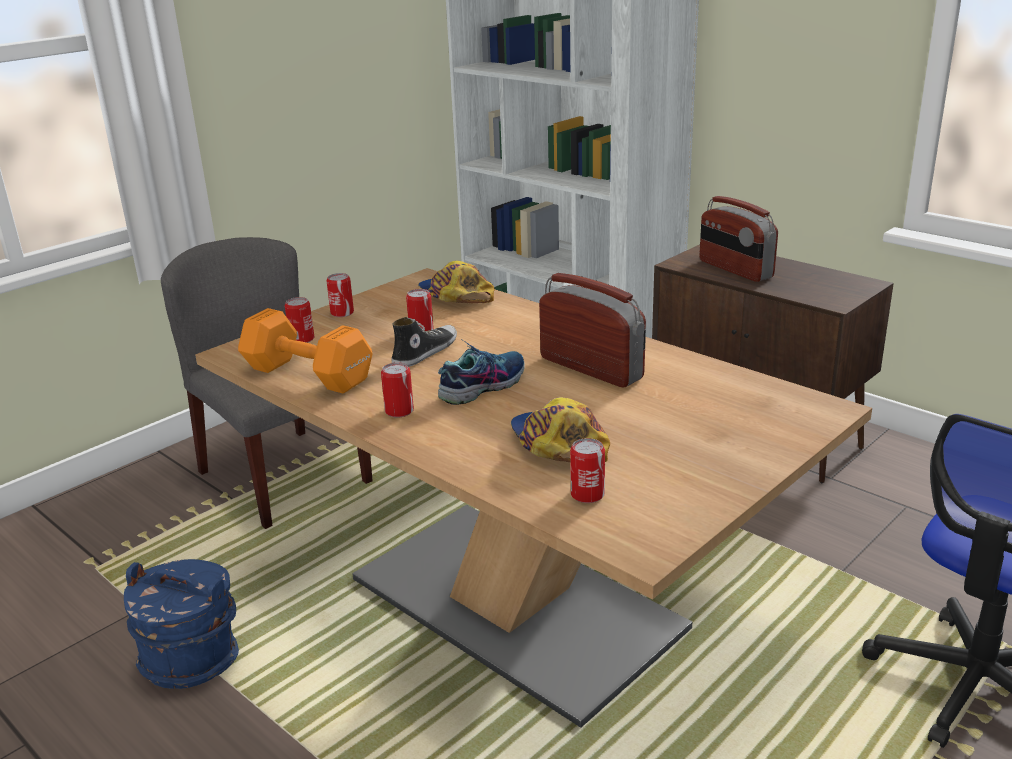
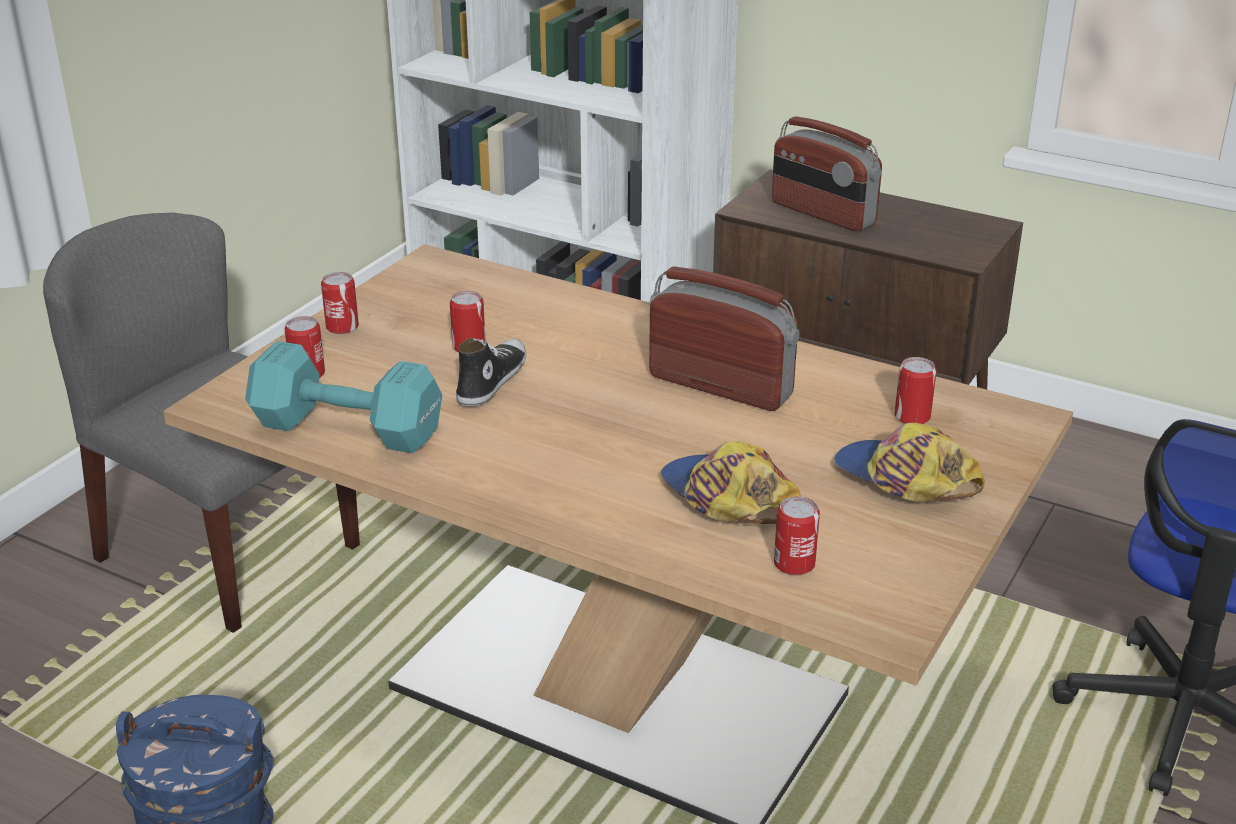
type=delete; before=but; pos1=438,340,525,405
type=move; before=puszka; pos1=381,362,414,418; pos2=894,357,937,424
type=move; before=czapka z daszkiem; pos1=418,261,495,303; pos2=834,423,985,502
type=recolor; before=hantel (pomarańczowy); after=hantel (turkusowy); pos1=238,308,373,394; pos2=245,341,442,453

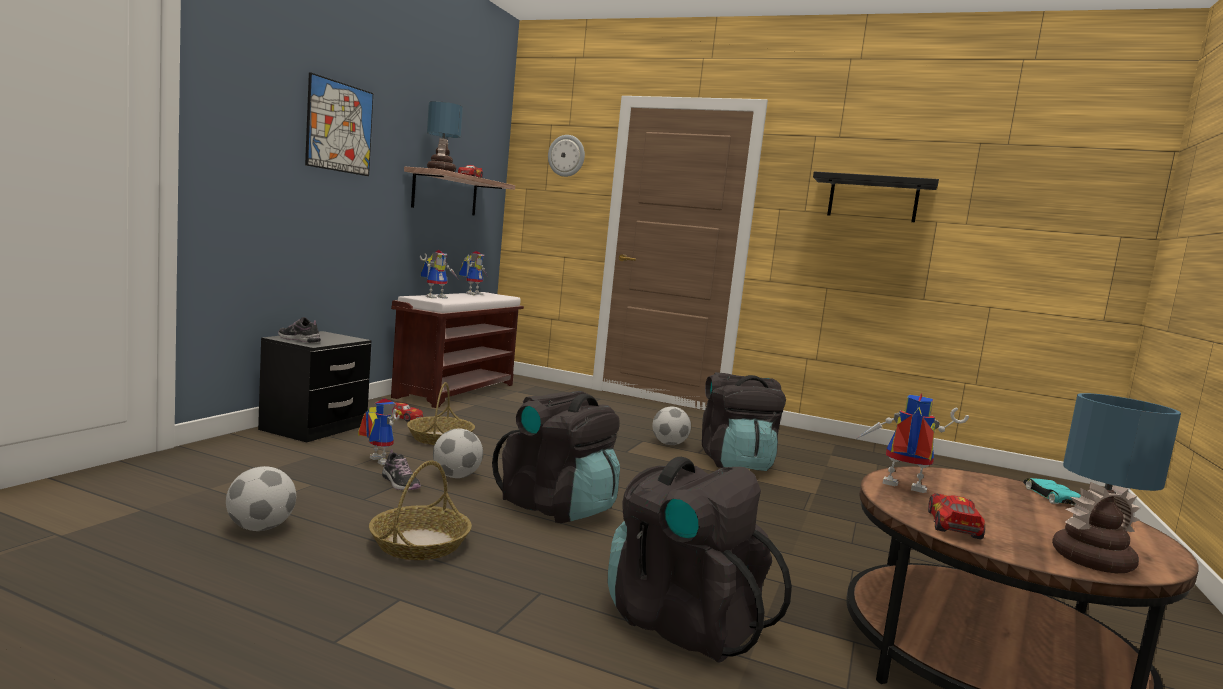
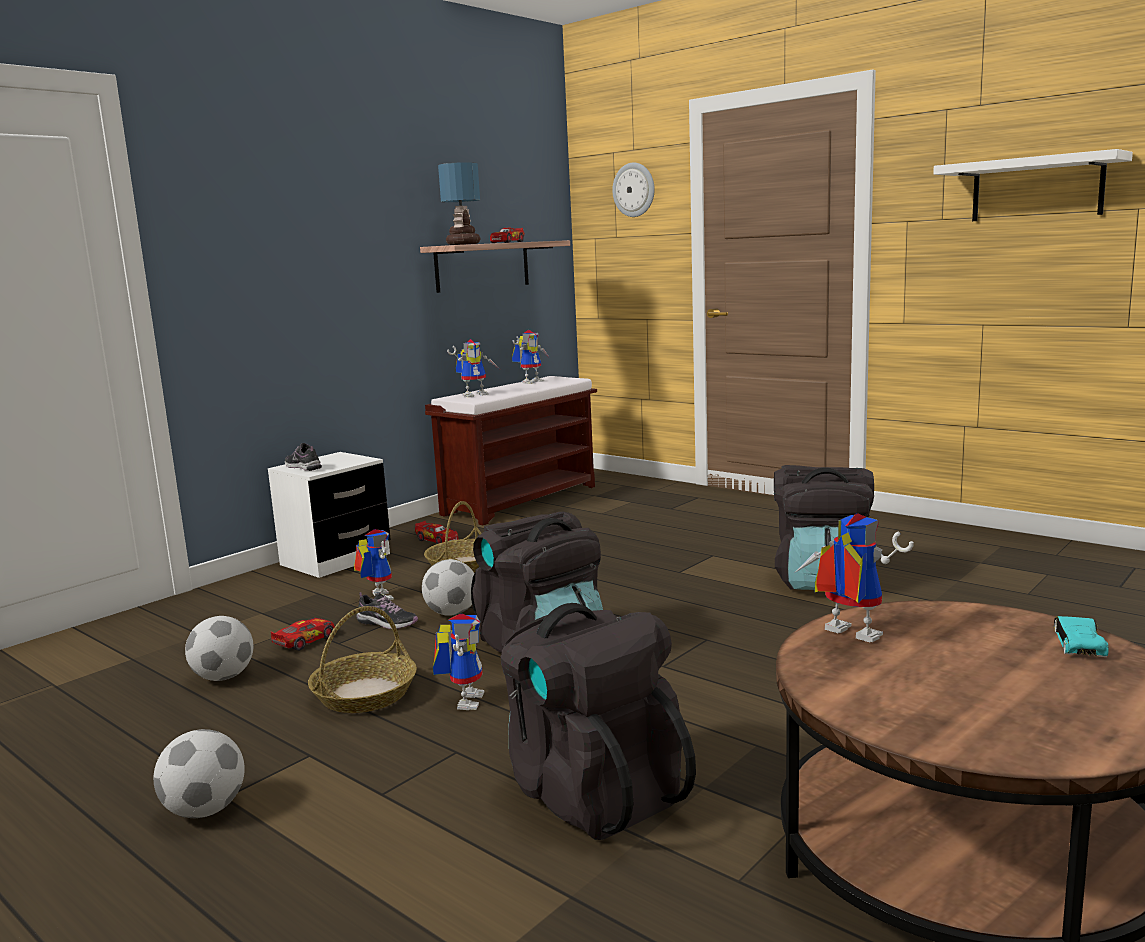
type=delete; before=obraz; pos1=305,72,373,176
type=delete; before=lampa stołowa; pos1=1052,393,1181,573
type=insert; after=robot zabawkowy; pos2=433,614,484,710
type=move; before=piłka futbolowa; pos1=652,406,691,445; pos2=153,729,245,818
type=move; before=samochodzik; pos1=928,493,985,539; pos2=271,618,335,651
type=recolor; before=szafka nocna (czarny); after=szafka nocna (biały); pos1=258,331,372,442; pos2=268,452,391,578
type=recolor; before=półka (czarny); after=półka (biały); pos1=813,171,939,222; pos2=933,149,1133,221
type=rotate; before=but; pos1=382,449,421,490; pos2=356,592,418,629; turn=-45

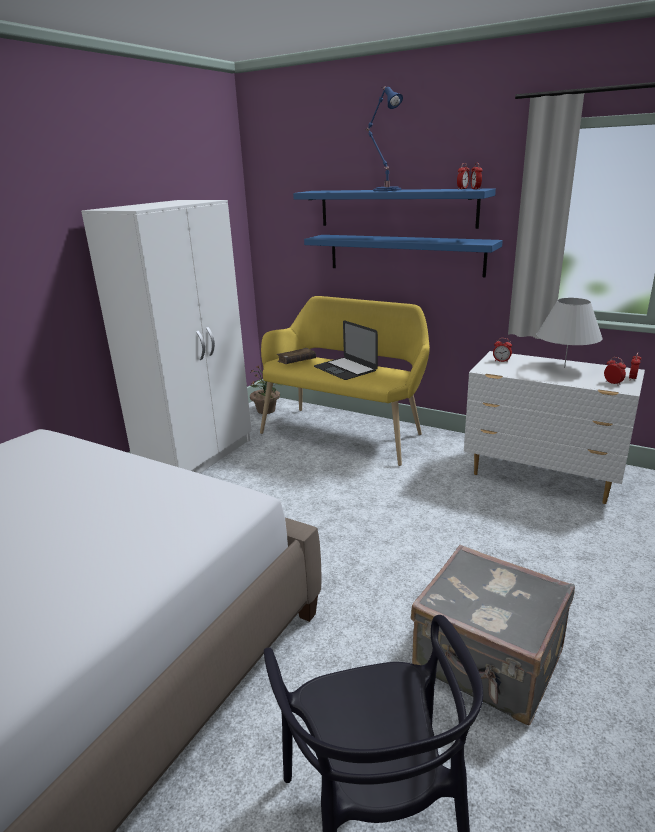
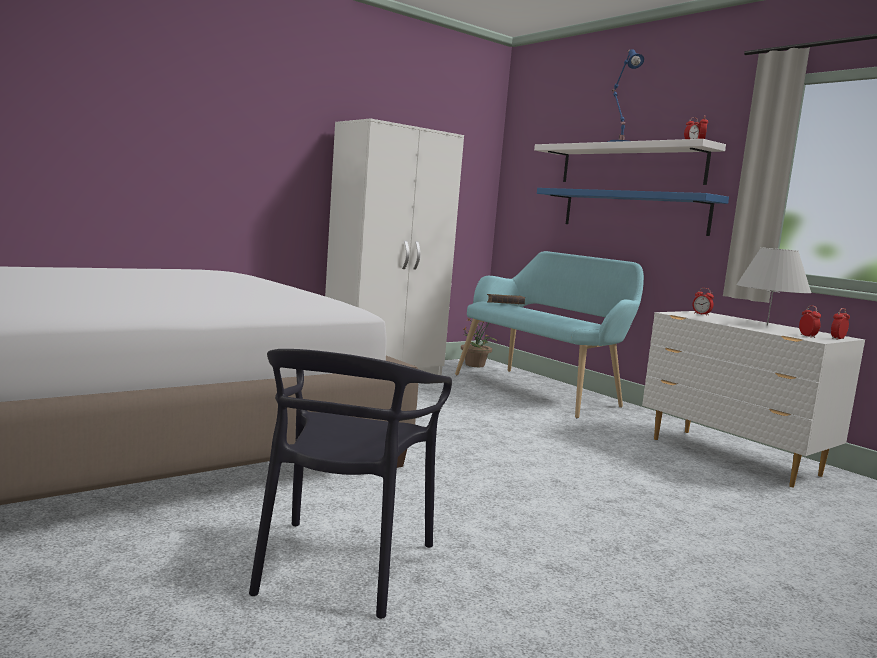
type=delete; before=laptop; pos1=314,320,378,380
type=delete; before=walizka (szary); pos1=411,545,575,726
type=recolor; before=ławka (żółty); after=ławka (turkusowy); pos1=260,296,430,466; pos2=455,251,644,418
type=recolor; before=półka (niebieski); after=półka (biały); pos1=293,188,496,229; pos2=534,139,726,185

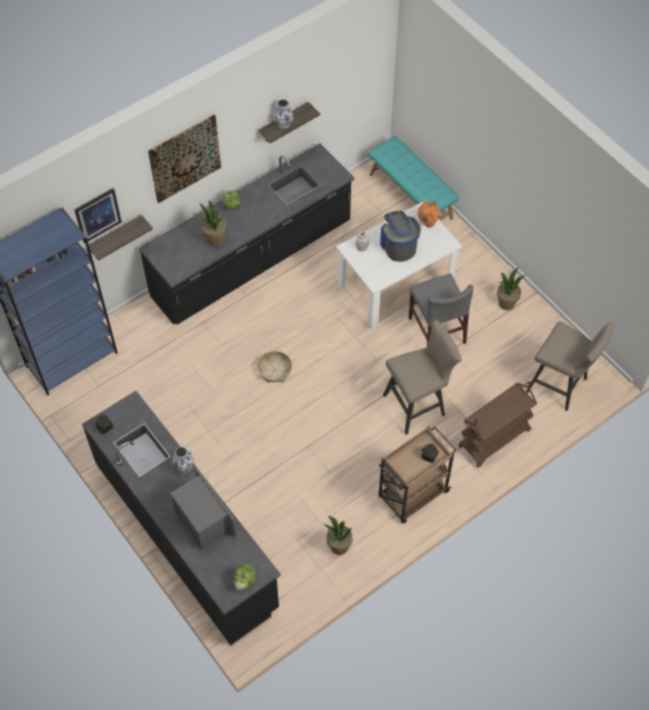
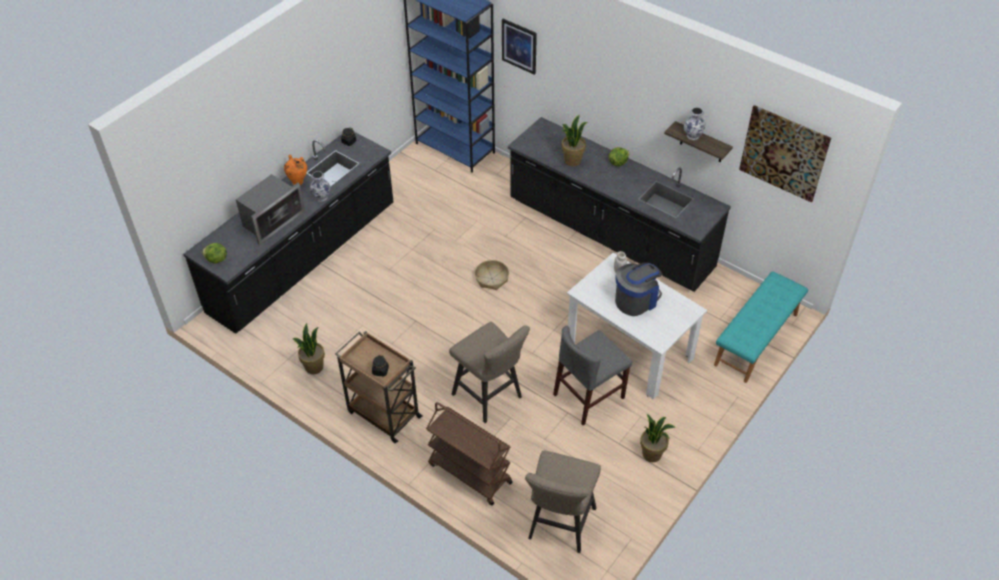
type=delete; before=półka; pos1=89,215,153,261
type=move; before=obraz; pos1=148,115,221,203; pos2=739,105,831,203
type=move; before=wazon (pomarańczowy); pos1=417,201,440,228; pos2=284,155,307,185

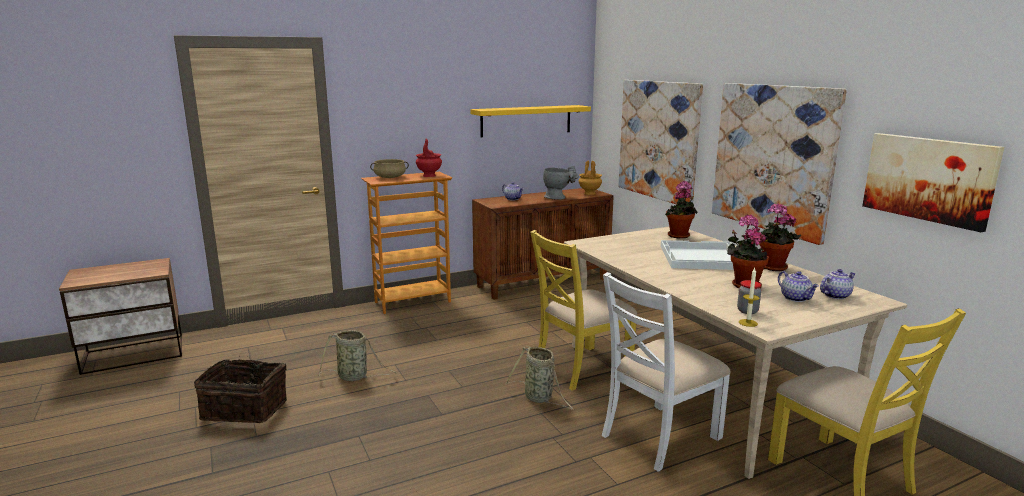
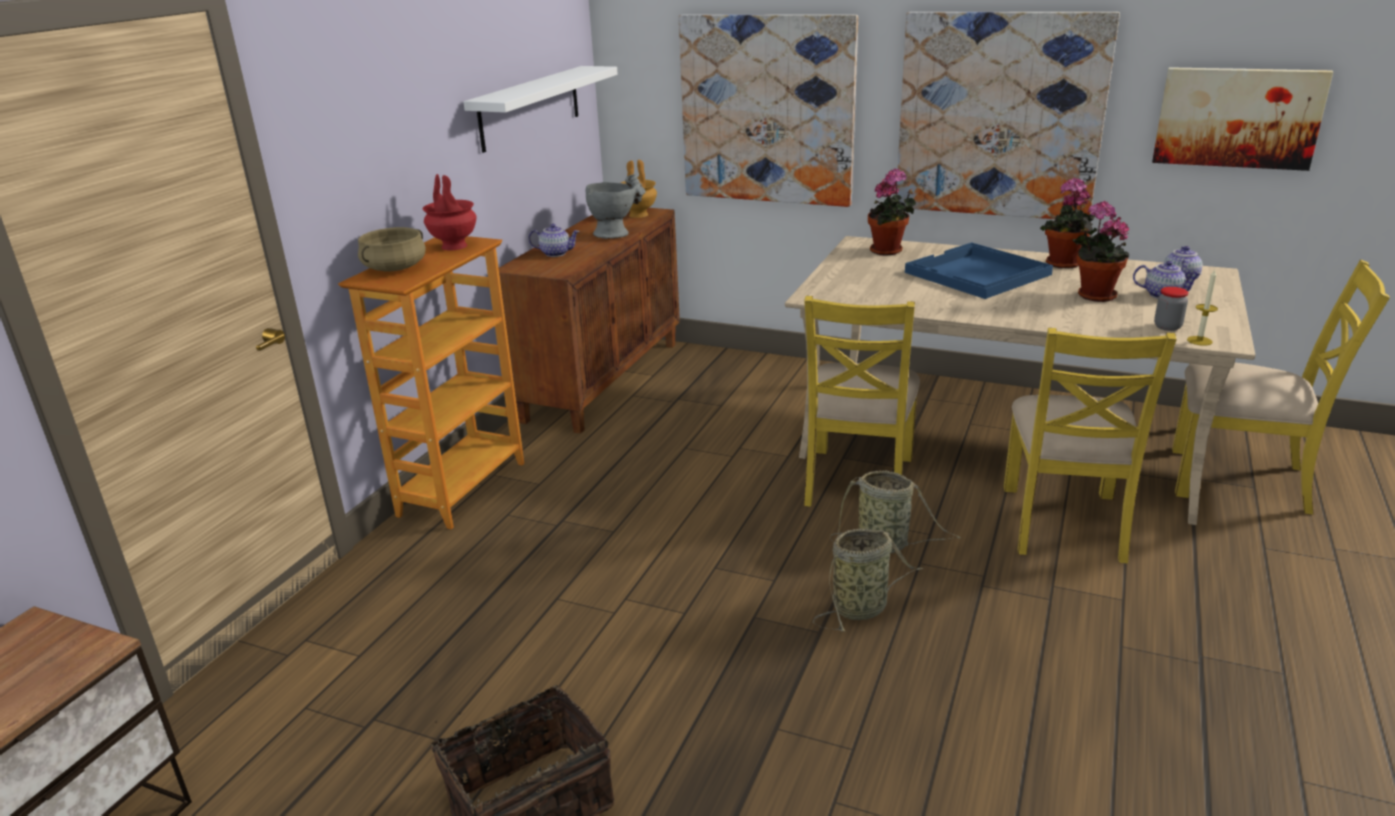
type=move; before=koszyk; pos1=319,330,396,381; pos2=813,529,923,632
type=recolor; before=półka (żółty); after=półka (biały); pos1=471,105,591,137; pos2=463,66,618,153
type=recolor; before=krzesło (biały); after=krzesło (żółty); pos1=601,272,731,472; pos2=1004,328,1177,563
type=recolor; before=taca (biały); after=taca (niebieski); pos1=661,240,734,270; pos2=905,242,1053,299

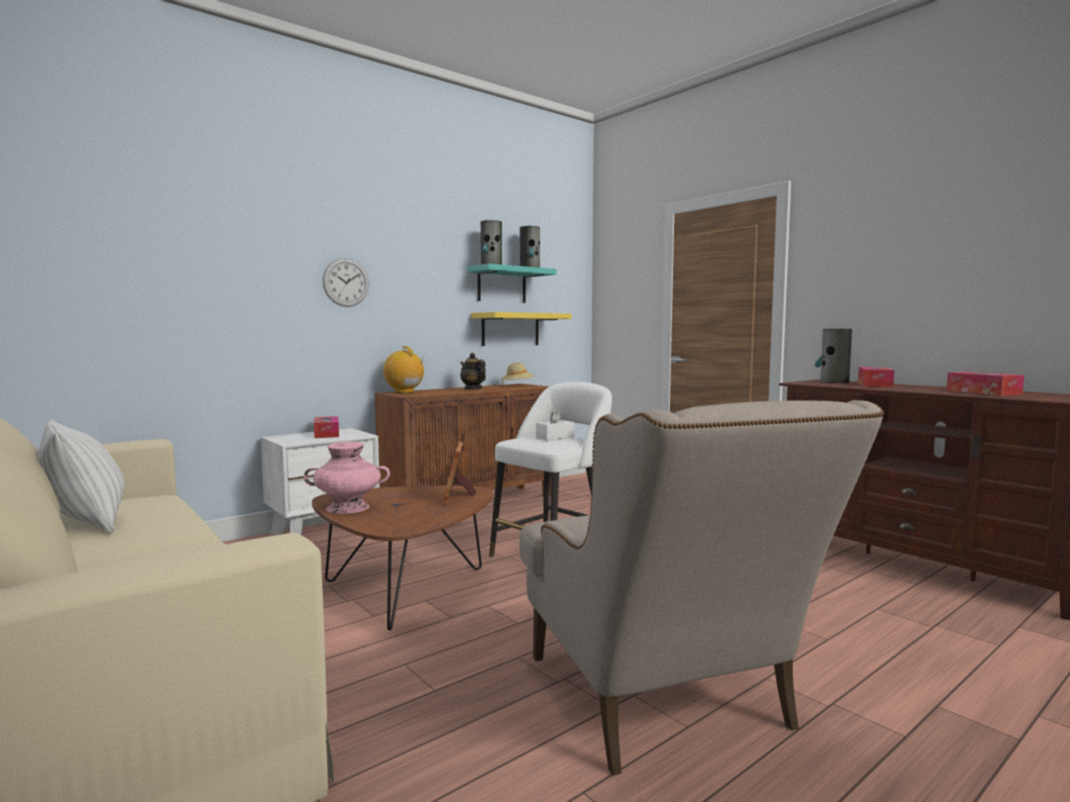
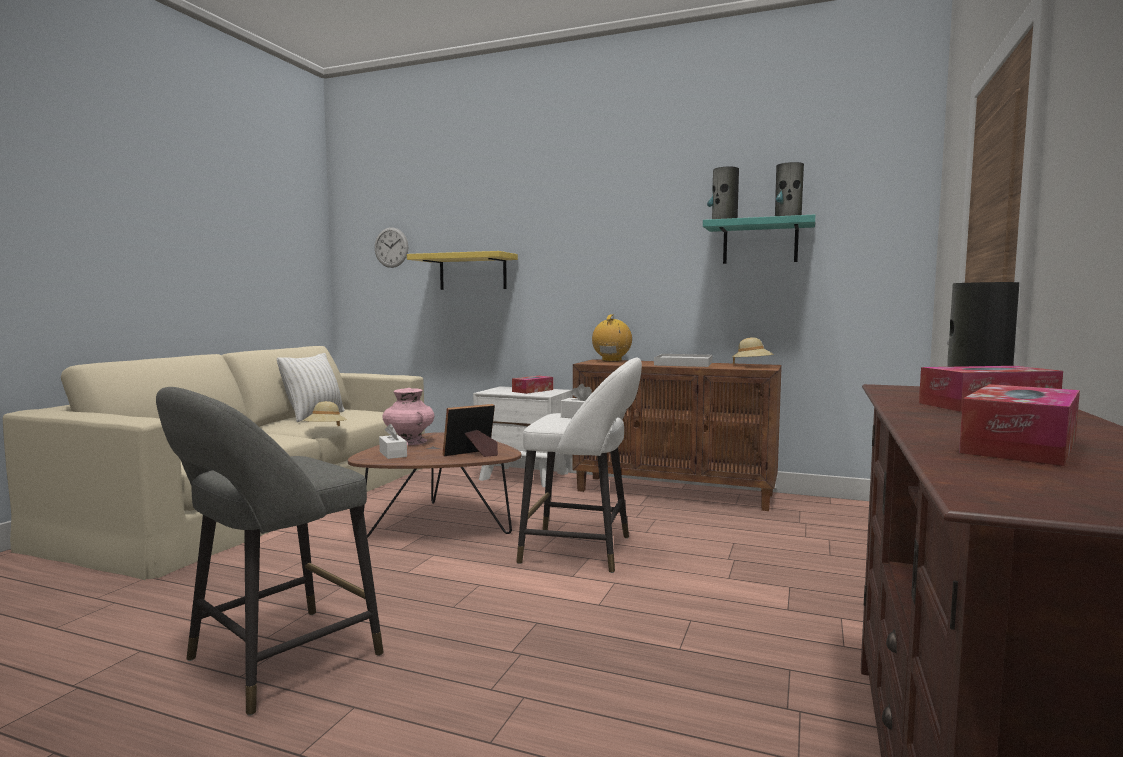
type=insert; after=kapelusz (beżowy); pos2=303,401,347,426
type=insert; after=pudełko chusteczek (biały); pos2=379,424,407,459
type=move; before=zegar ścienny; pos1=322,258,369,307; pos2=375,227,408,268
type=move; before=półka (żółty); pos1=471,312,572,346; pos2=407,251,518,290
type=replace; before=imbryk; after=taca (biały); pos1=460,353,486,390; pos2=654,354,712,367
type=replace; before=fotel (beżowy); after=stołek (szary); pos1=520,400,884,776; pos2=156,387,384,716

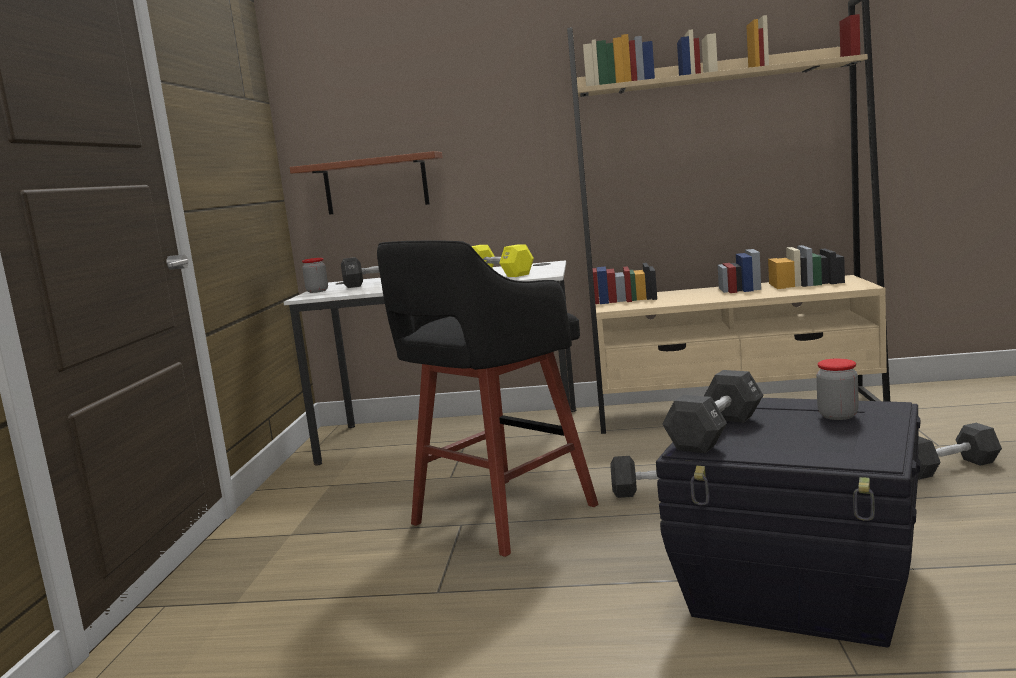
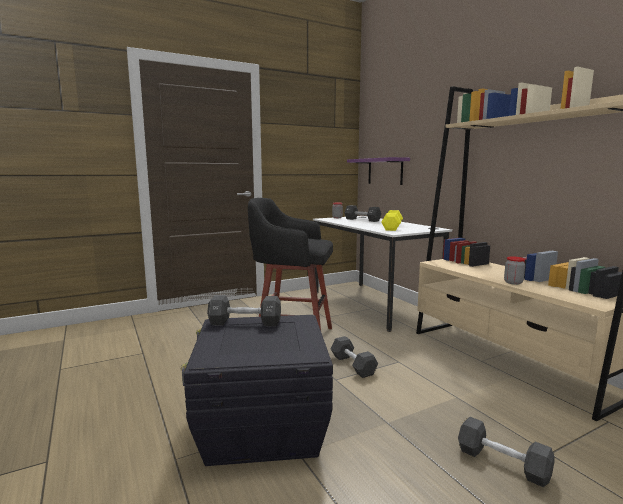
type=move; before=słoik; pos1=816,358,859,420; pos2=504,256,525,285
type=recolor; before=półka (brązowy); after=półka (fioletowy); pos1=290,151,443,215; pos2=347,157,410,185

